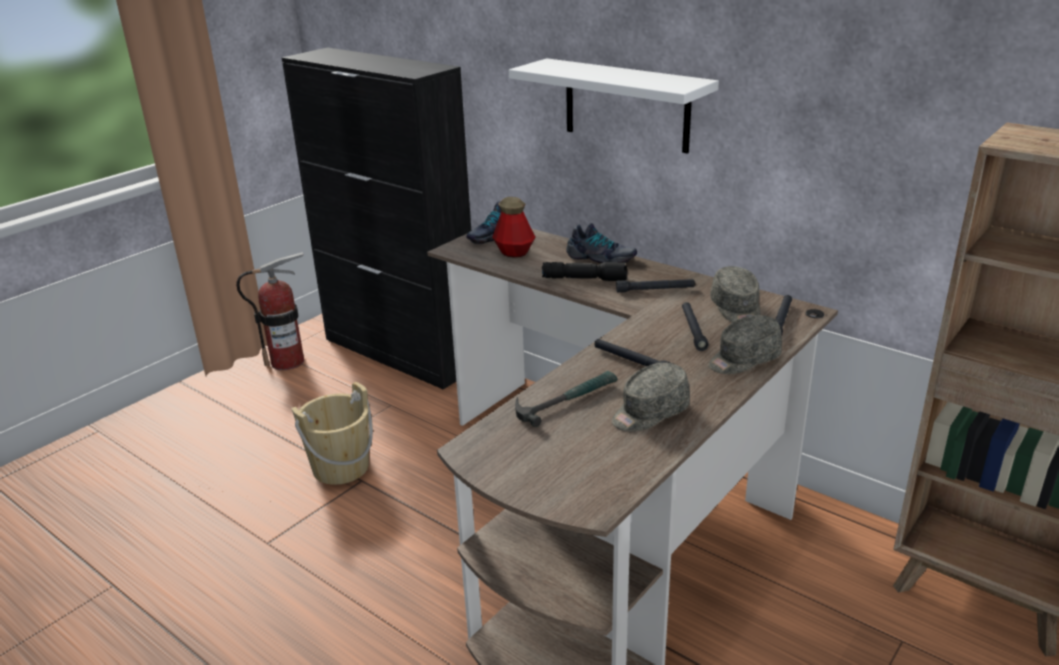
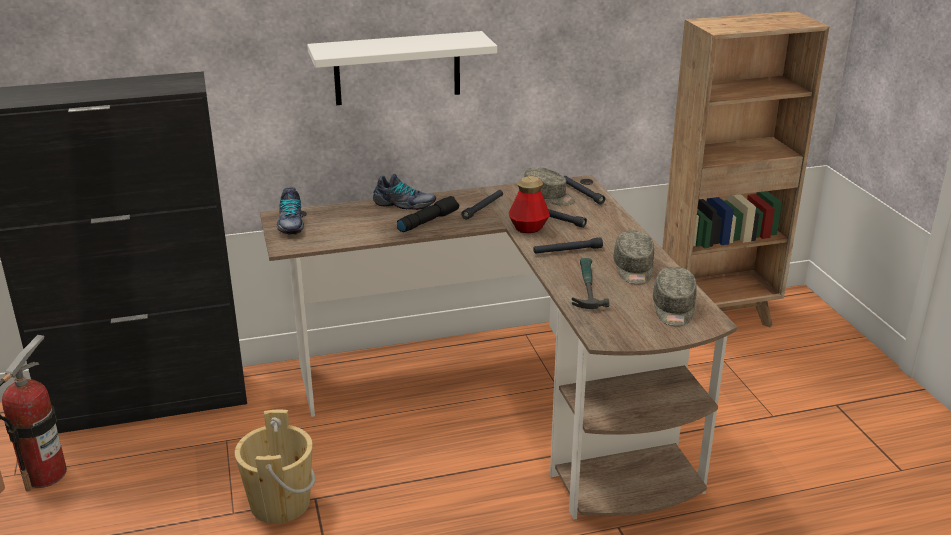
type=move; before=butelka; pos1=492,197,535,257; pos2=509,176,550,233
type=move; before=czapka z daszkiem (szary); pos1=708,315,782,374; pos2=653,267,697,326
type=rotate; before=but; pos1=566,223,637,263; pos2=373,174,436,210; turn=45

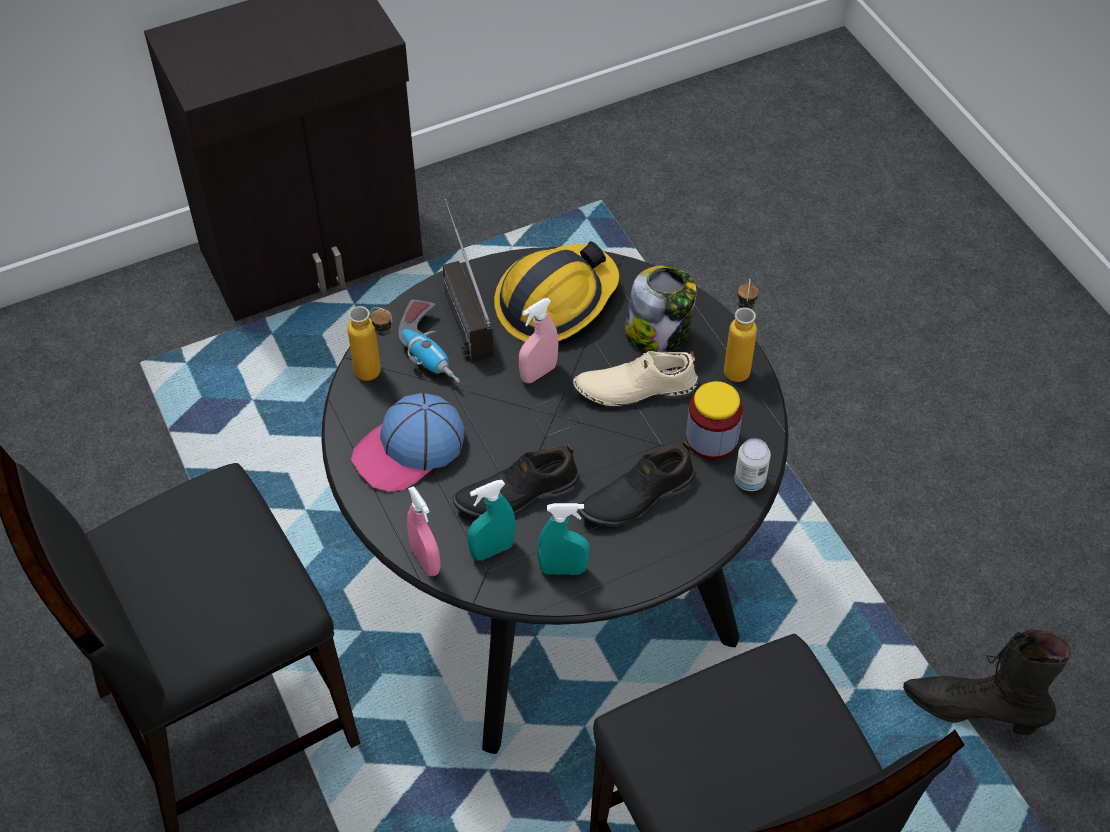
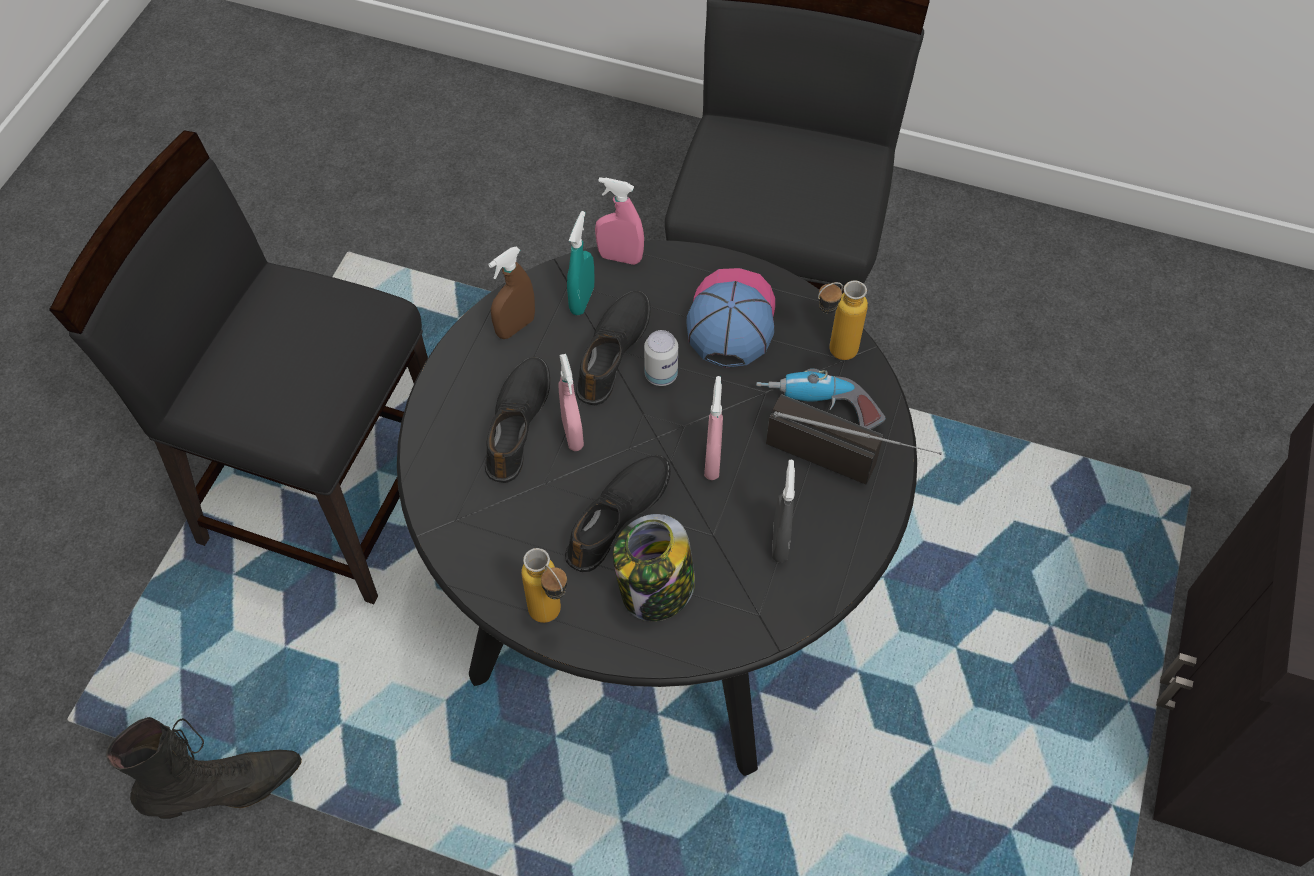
type=delete; before=słoik; pos1=686,381,743,460
type=insert; after=spryskiwacz (różowy); pos2=559,354,584,451
type=move; before=puszka; pos1=735,438,771,491; pos2=644,330,678,386
type=replace; before=kask; after=spryskiwacz (szary); pos1=494,241,619,342; pos2=772,460,795,563
type=recolor; before=spryskiwacz (turkusowy); after=spryskiwacz (brązowy); pos1=537,503,590,575; pos2=488,247,535,339
type=recolor; before=but (beżowy); after=but (czarny); pos1=573,351,698,406; pos2=565,455,671,572

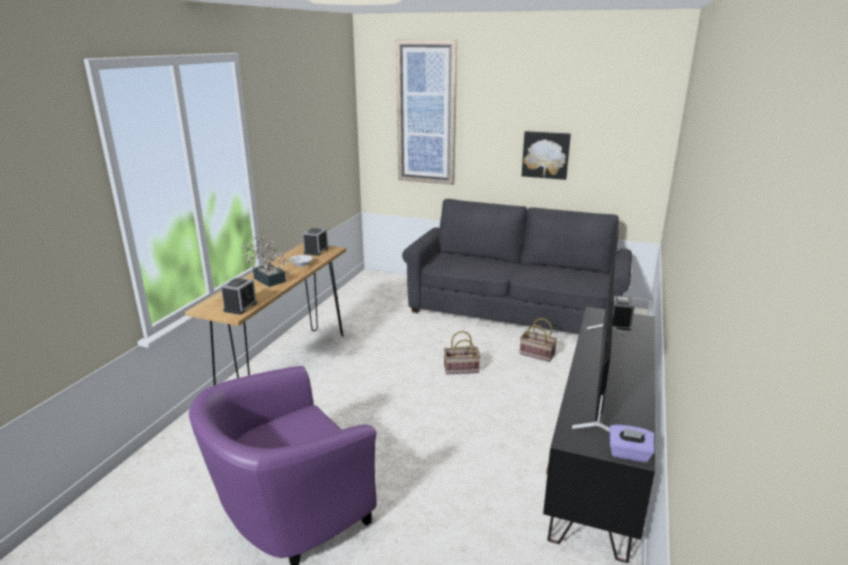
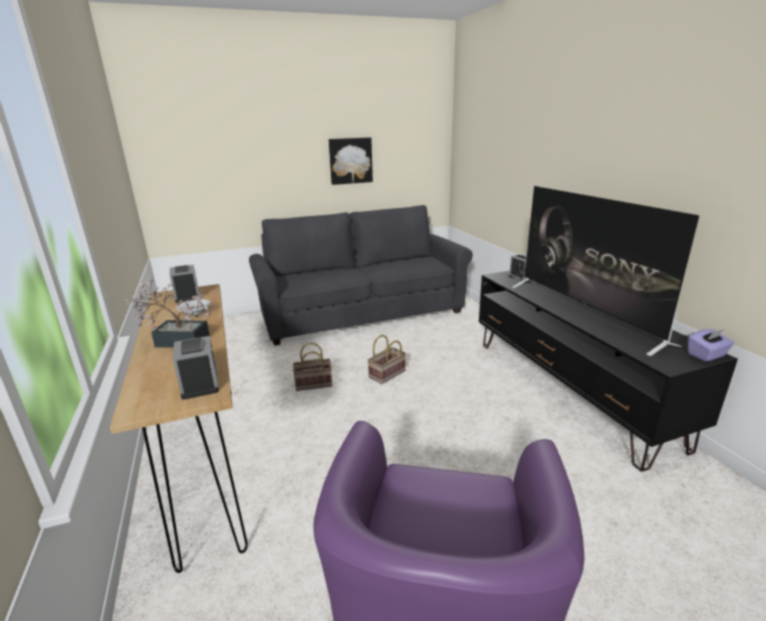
type=delete; before=obraz; pos1=396,40,457,185
type=move; before=koszyk; pos1=519,318,557,362; pos2=293,342,332,391

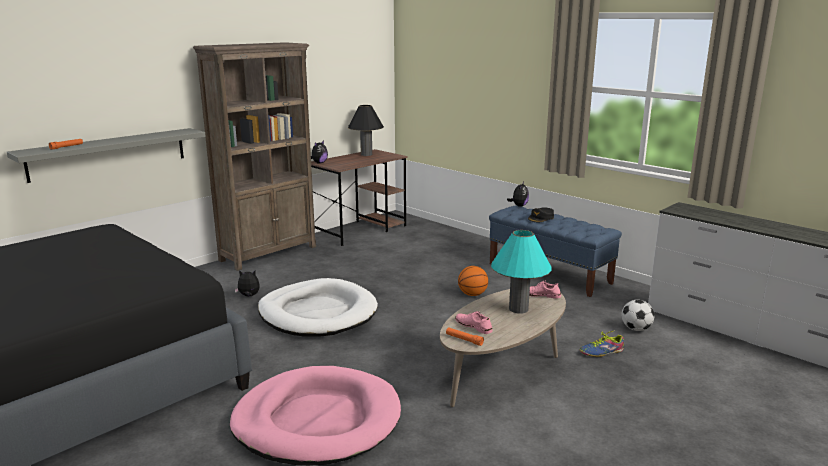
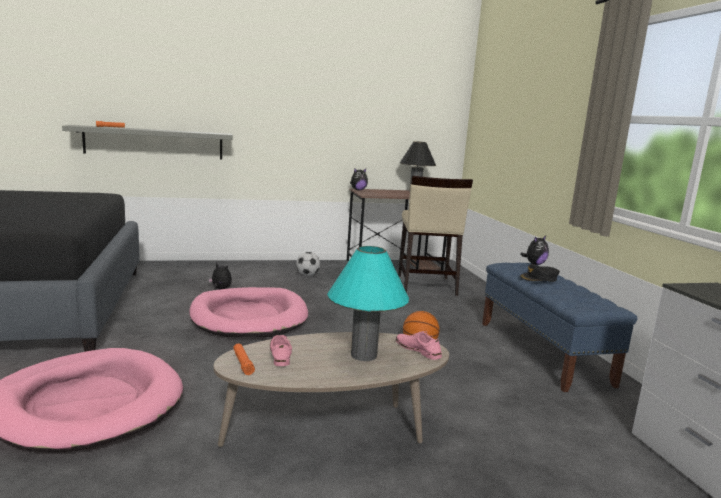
type=delete; before=regał (brązowy); pos1=193,42,316,271
type=delete; before=but; pos1=580,330,624,357
type=insert; after=krzesło (beżowy); pos2=398,176,473,296
type=move; before=piłka futbolowa; pos1=622,300,654,331; pos2=296,252,320,276
type=recolor; before=legowisko (biały); after=legowisko (różowy); pos1=258,278,378,337; pos2=190,287,308,338

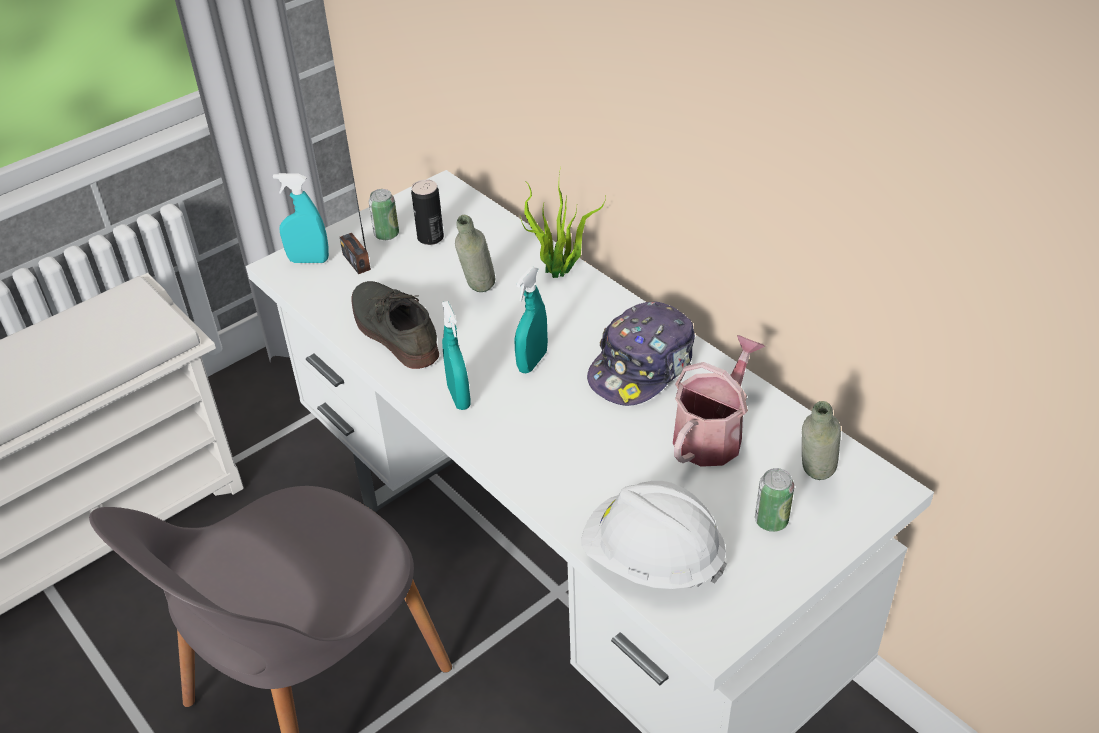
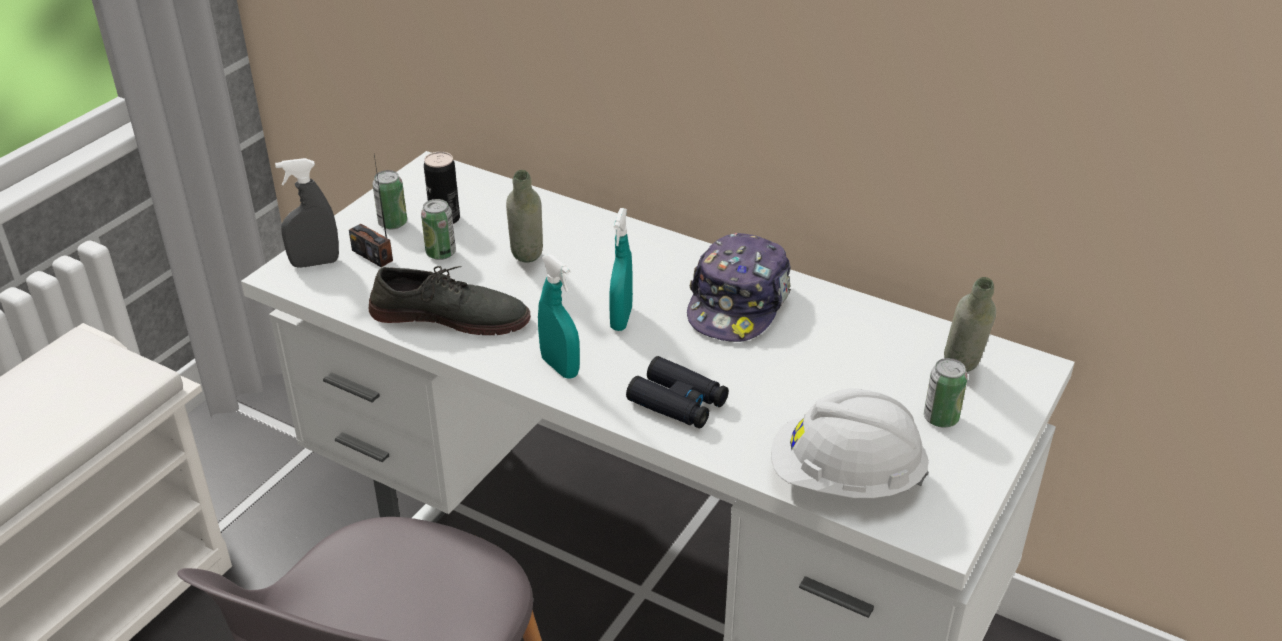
type=delete; before=roślina doniczkowa; pos1=520,166,606,278
type=delete; before=konewka; pos1=673,335,765,467
type=insert; after=puszka; pos2=421,199,456,260
type=insert; after=lornetka (czarny); pos2=626,356,729,429
type=recolor; before=spryskiwacz (turkusowy); after=spryskiwacz (szary); pos1=273,173,329,263; pos2=275,158,339,268
type=rotate; before=but (szary); pos1=351,281,439,369; pos2=369,266,531,335; turn=150

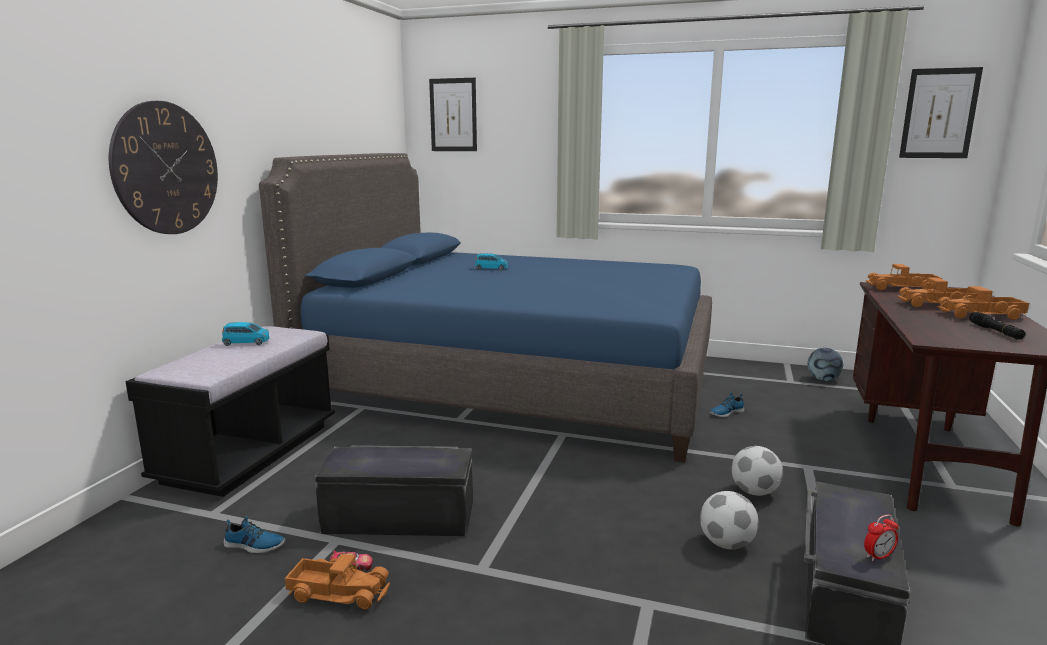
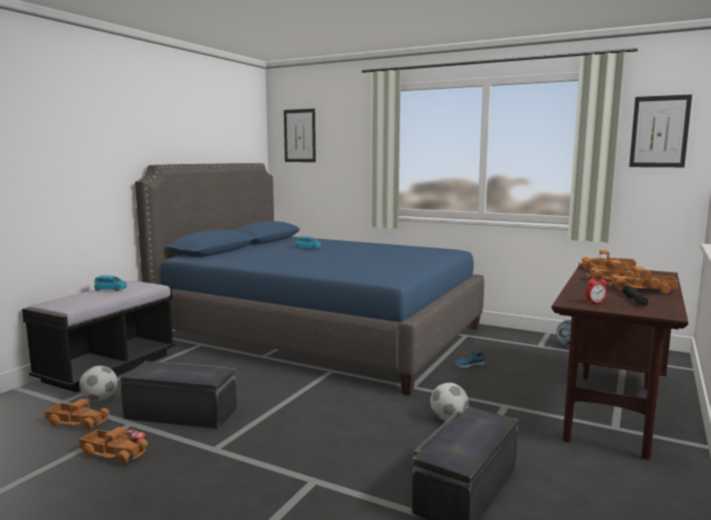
type=delete; before=zegar ścienny; pos1=109,101,218,234
type=move; before=piłka futbolowa; pos1=700,491,759,549; pos2=79,366,118,401
type=move; before=budzik; pos1=864,515,899,561; pos2=586,275,607,304
type=replace; before=but; after=ciężarówka zabawkowa; pos1=224,516,286,553; pos2=45,399,110,430

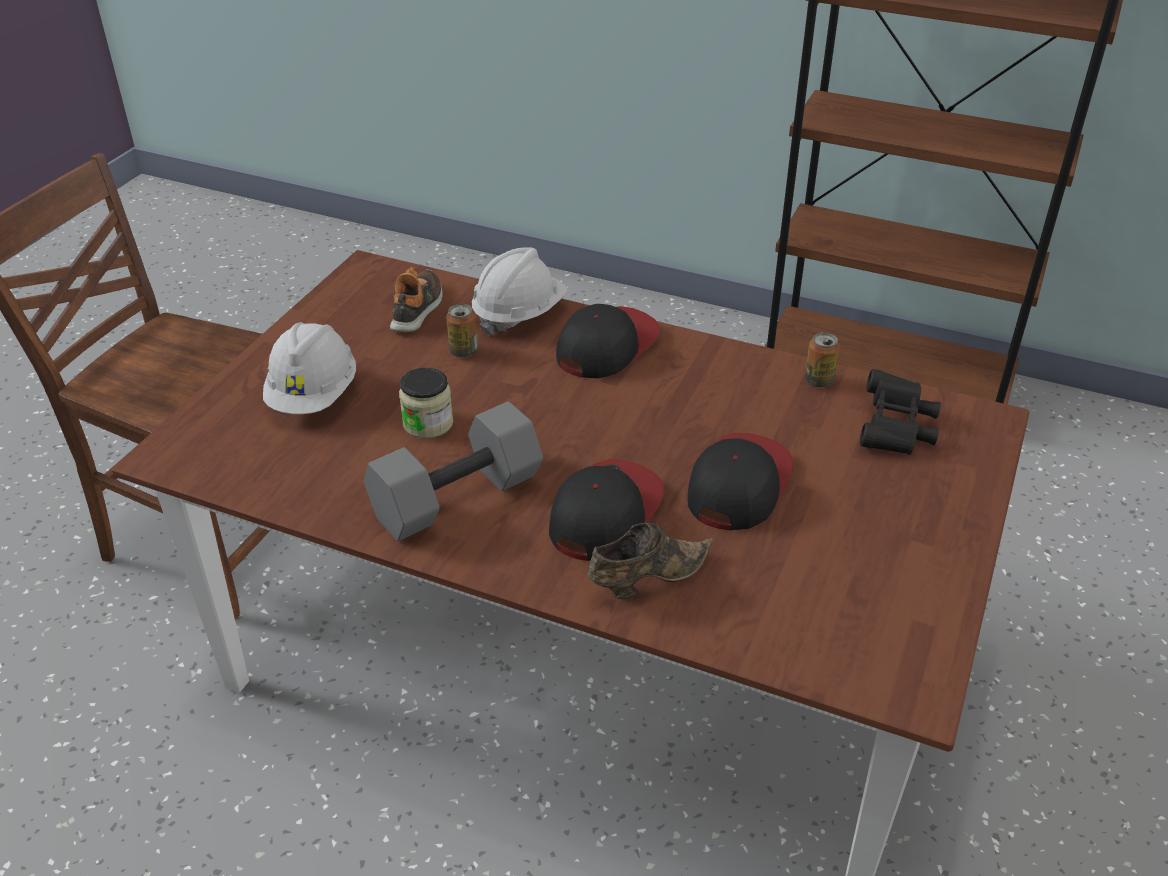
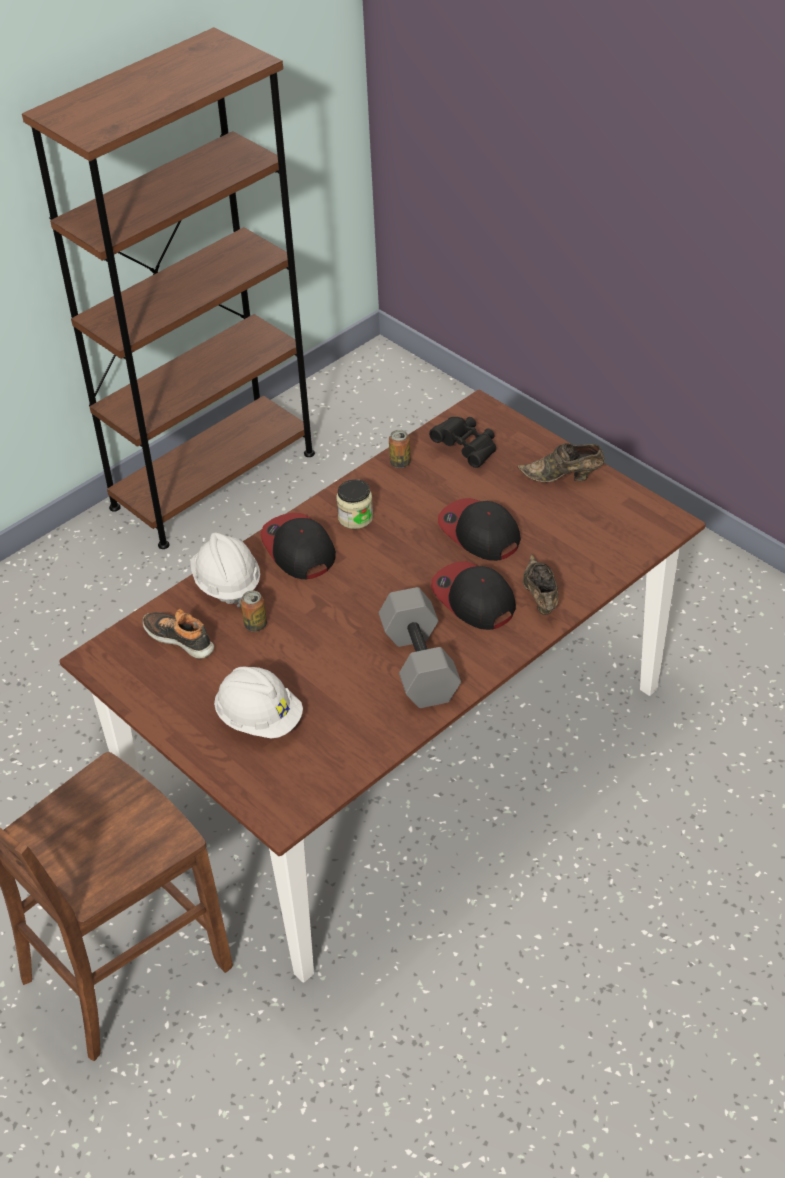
type=insert; after=but (brązowy); pos2=517,443,605,483
type=move; before=słoik; pos1=399,368,453,438; pos2=336,479,373,529

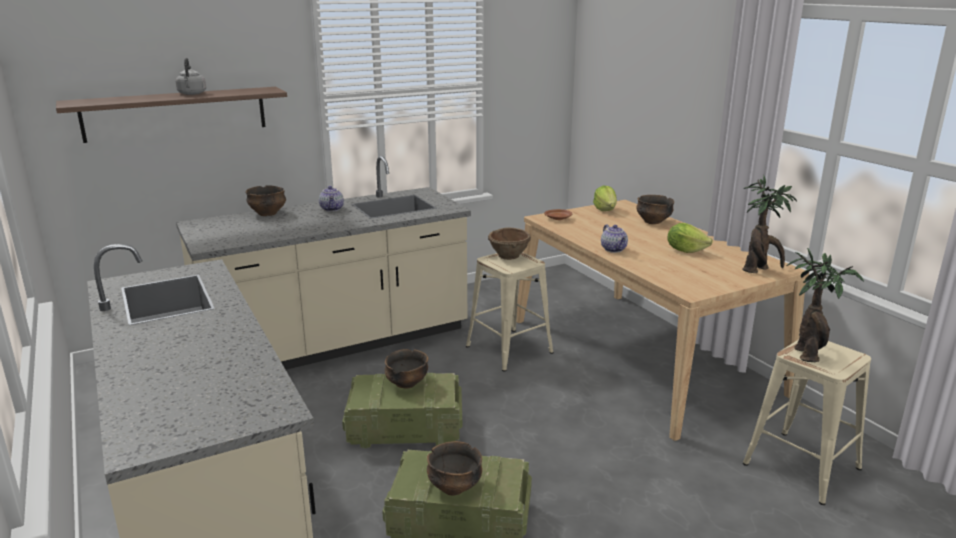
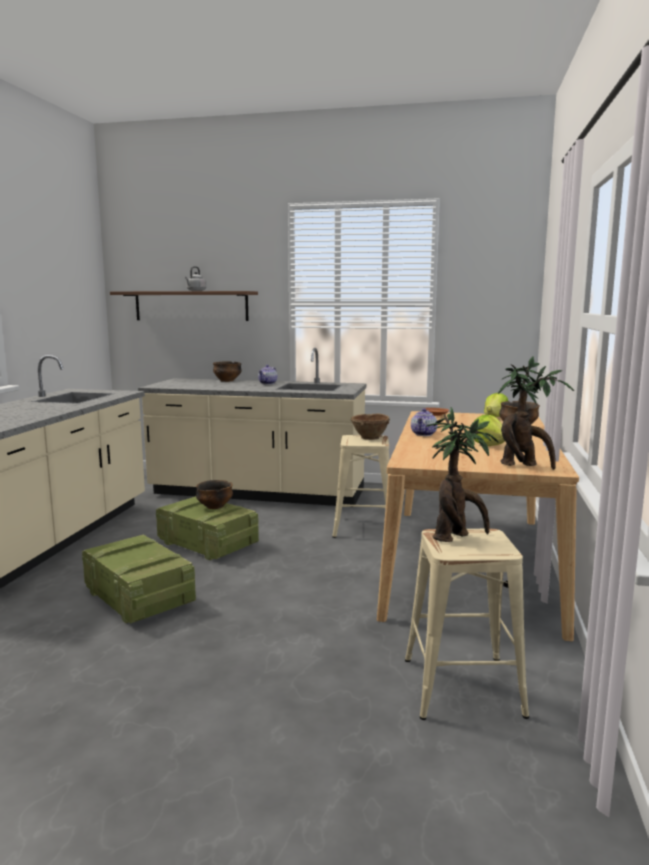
type=delete; before=miska; pos1=427,441,482,495

